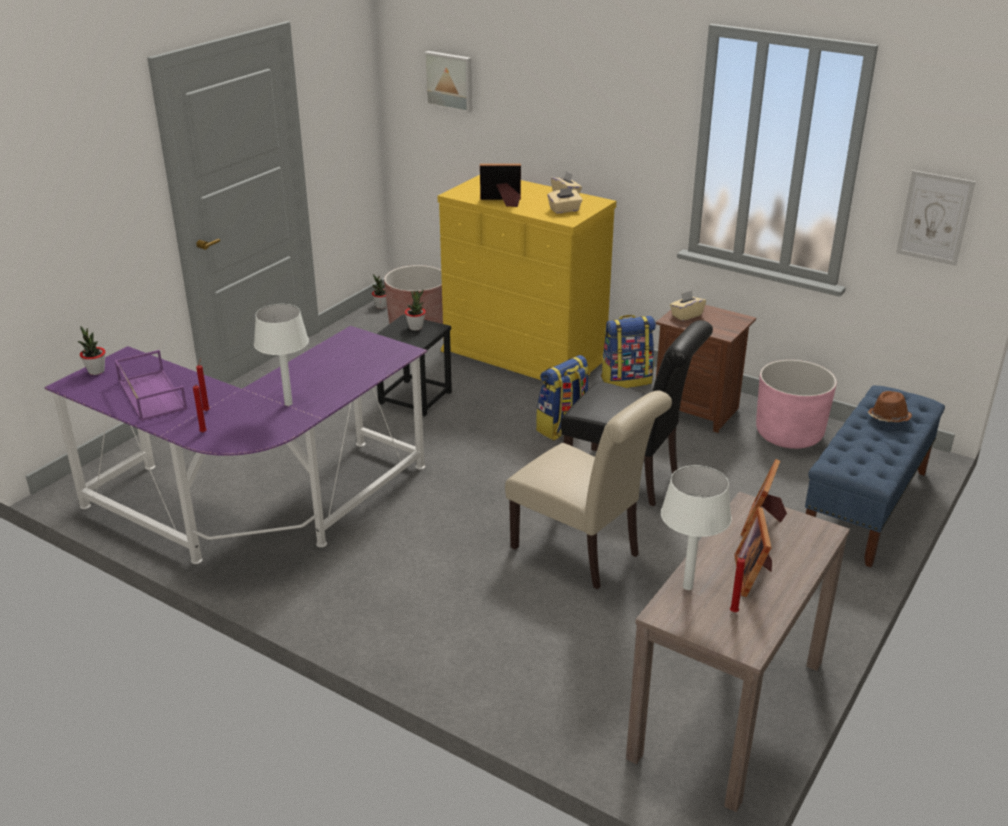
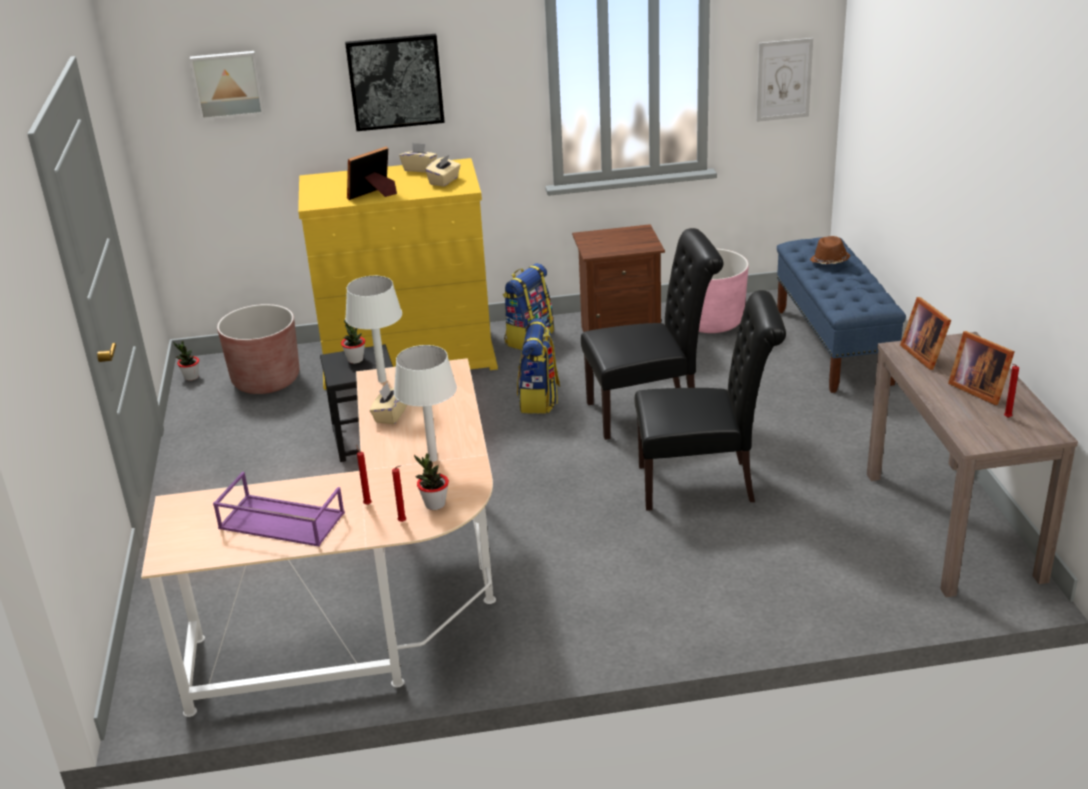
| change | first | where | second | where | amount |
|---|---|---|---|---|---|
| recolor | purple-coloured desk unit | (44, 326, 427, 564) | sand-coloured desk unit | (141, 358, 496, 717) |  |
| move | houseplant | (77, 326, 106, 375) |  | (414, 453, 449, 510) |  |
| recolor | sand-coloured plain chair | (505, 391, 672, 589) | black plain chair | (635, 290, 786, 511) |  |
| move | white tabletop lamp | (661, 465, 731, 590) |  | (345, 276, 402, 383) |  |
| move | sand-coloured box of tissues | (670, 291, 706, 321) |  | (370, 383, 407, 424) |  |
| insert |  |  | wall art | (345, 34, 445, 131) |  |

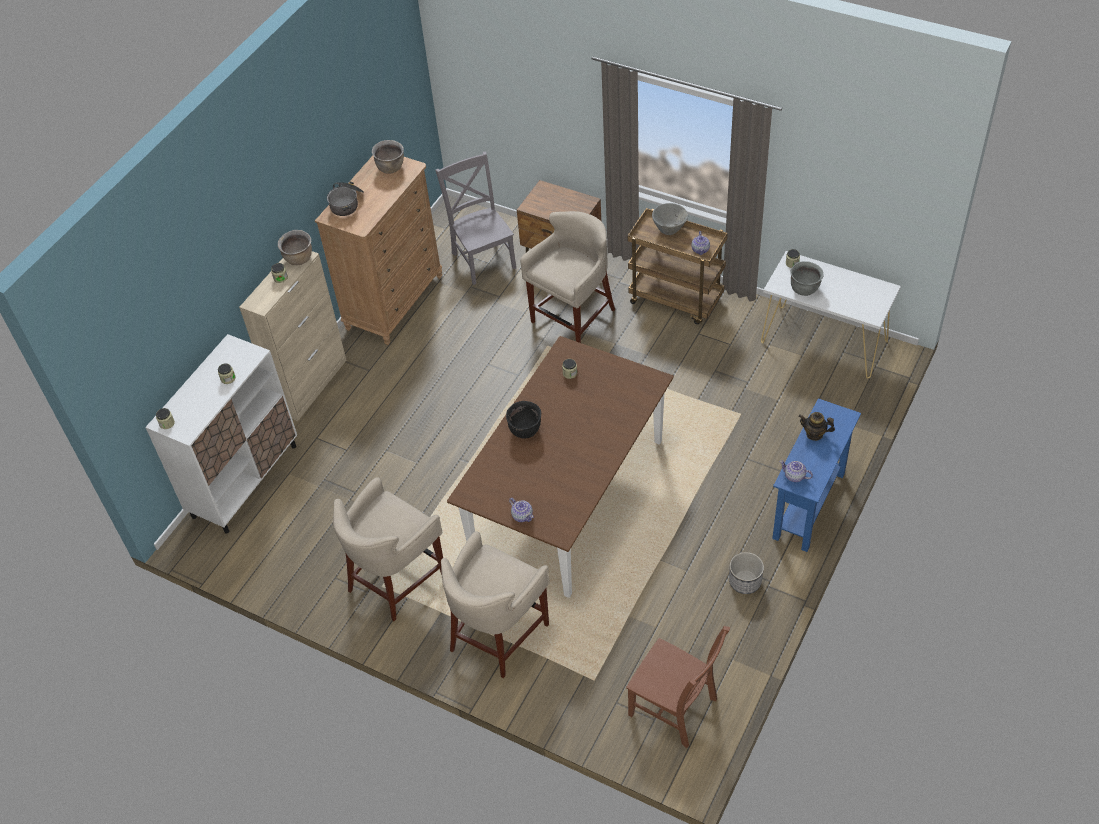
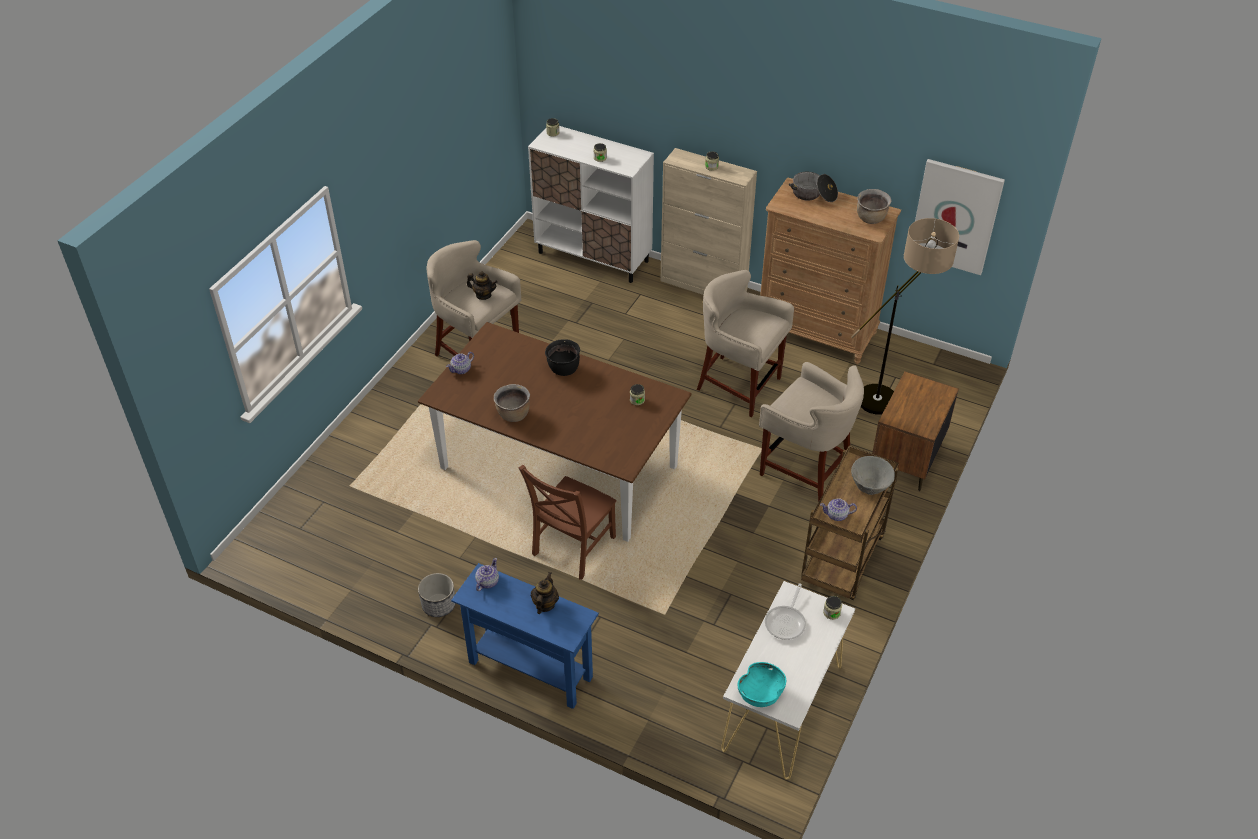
| change | first | where | second | where | amount |
|---|---|---|---|---|---|
| move | brownish stockpot | (278, 230, 312, 265) |  | (494, 384, 530, 422) |  |
| replace | greyish plain chair | (435, 151, 516, 285) | standing lamp | (851, 218, 959, 415) |  |
| move | sand-coloured stool seat | (441, 531, 550, 678) |  | (697, 270, 794, 417) |  |
| move | brownish plain chair | (626, 626, 730, 748) |  | (519, 465, 616, 580) |  |
| replace | greyish stockpot | (791, 261, 823, 296) | frying pan | (765, 583, 806, 640) |  |
| insert |  |  | teapot | (467, 271, 498, 300) |  |
| insert |  |  | blue-green deep dish | (738, 662, 786, 707) |  |
| insert |  |  | wall art | (915, 159, 1005, 275) |  |

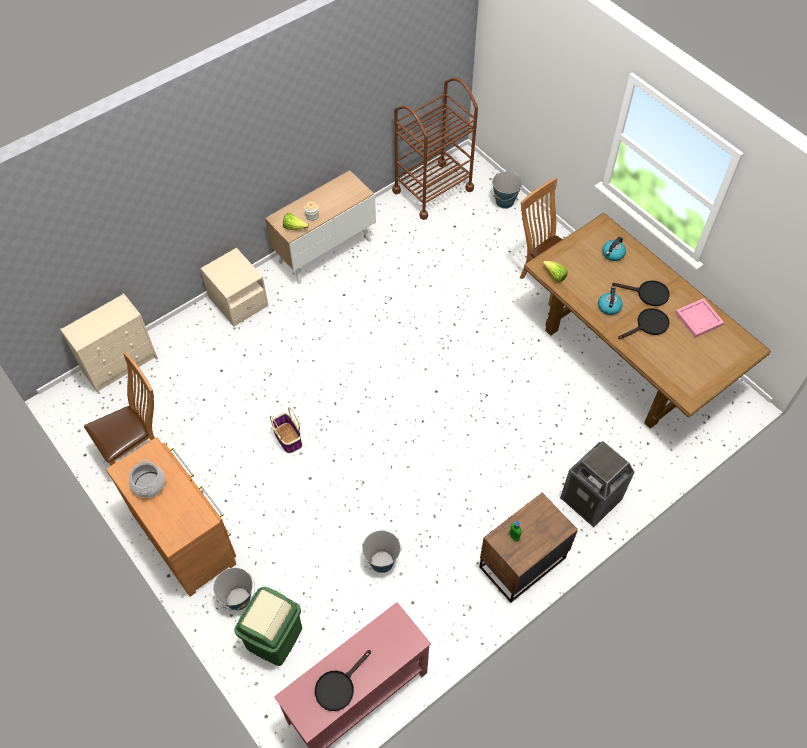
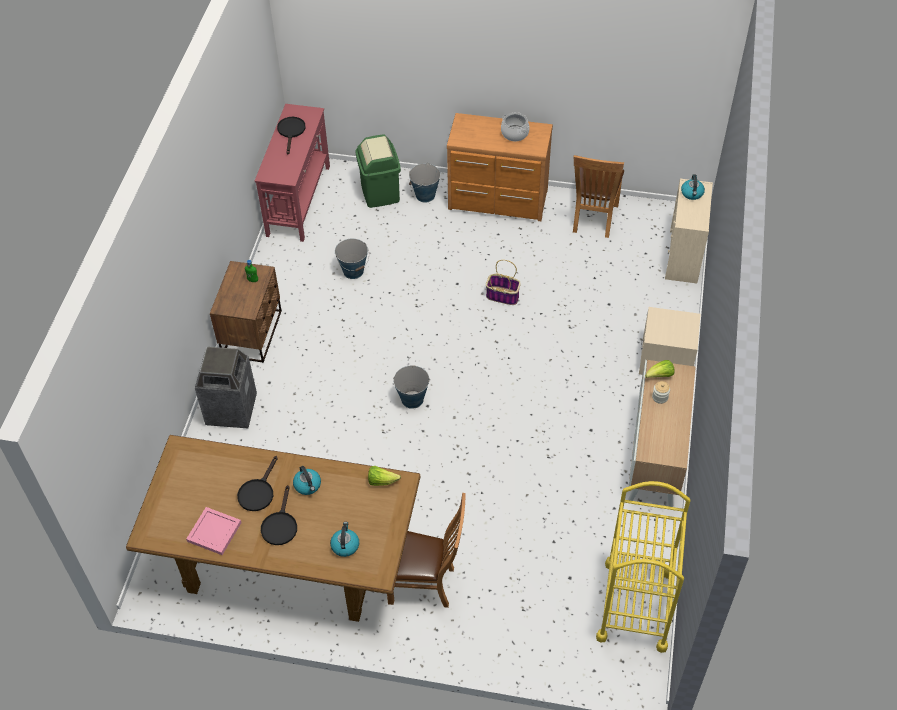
| change | first | where | second | where | amount |
|---|---|---|---|---|---|
| recolor | brownish wheeled cart | (392, 77, 478, 220) | yellow wheeled cart | (596, 481, 690, 653) |  |
| move | water bucket | (491, 171, 522, 209) |  | (393, 365, 430, 409) |  |
| rotate | black frying pan | (612, 280, 670, 306) |  | (261, 485, 297, 545) | 60 degrees counterclockwise |
| insert |  |  | kettle | (681, 174, 705, 200) |  |

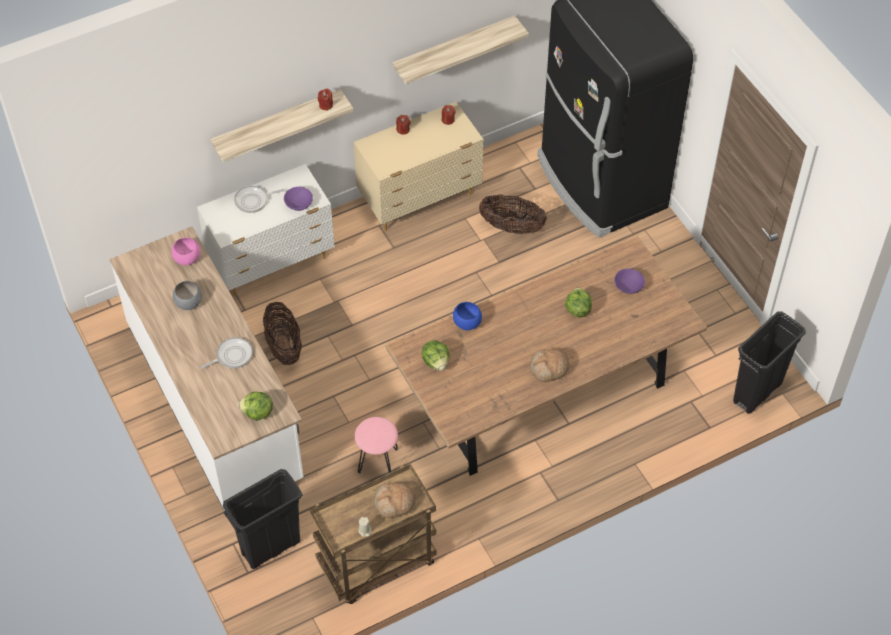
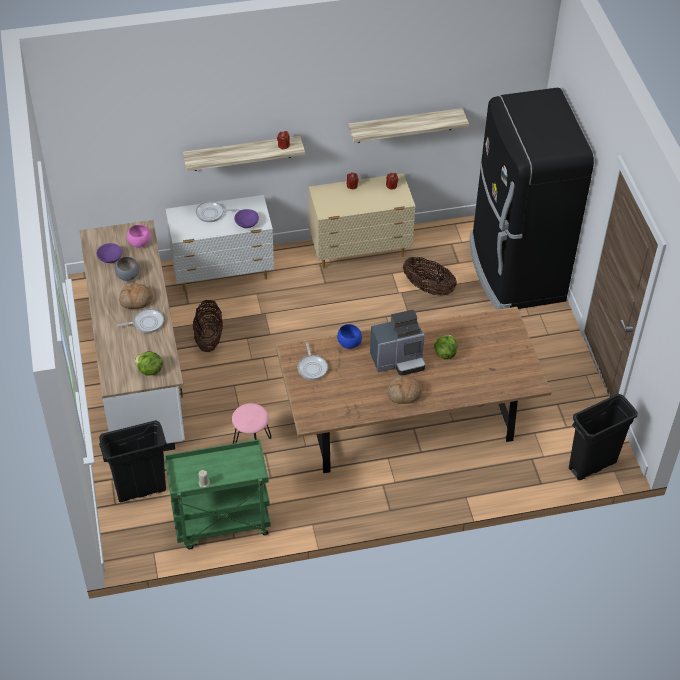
| change | first | where | second | where | amount |
|---|---|---|---|---|---|
| recolor | brownish wheeled cart | (309, 463, 437, 604) | green wheeled cart | (164, 439, 271, 549) |  |
| move | baked bread | (374, 483, 416, 518) |  | (119, 282, 153, 309) |  |
| replace | head of lettuce | (422, 340, 450, 371) | frying pan | (297, 342, 328, 380) |  |
| move | purple-coloured deep dish | (614, 268, 645, 294) |  | (97, 243, 122, 263) |  |
| insert |  |  | coffee brewer | (370, 310, 425, 376) |  |

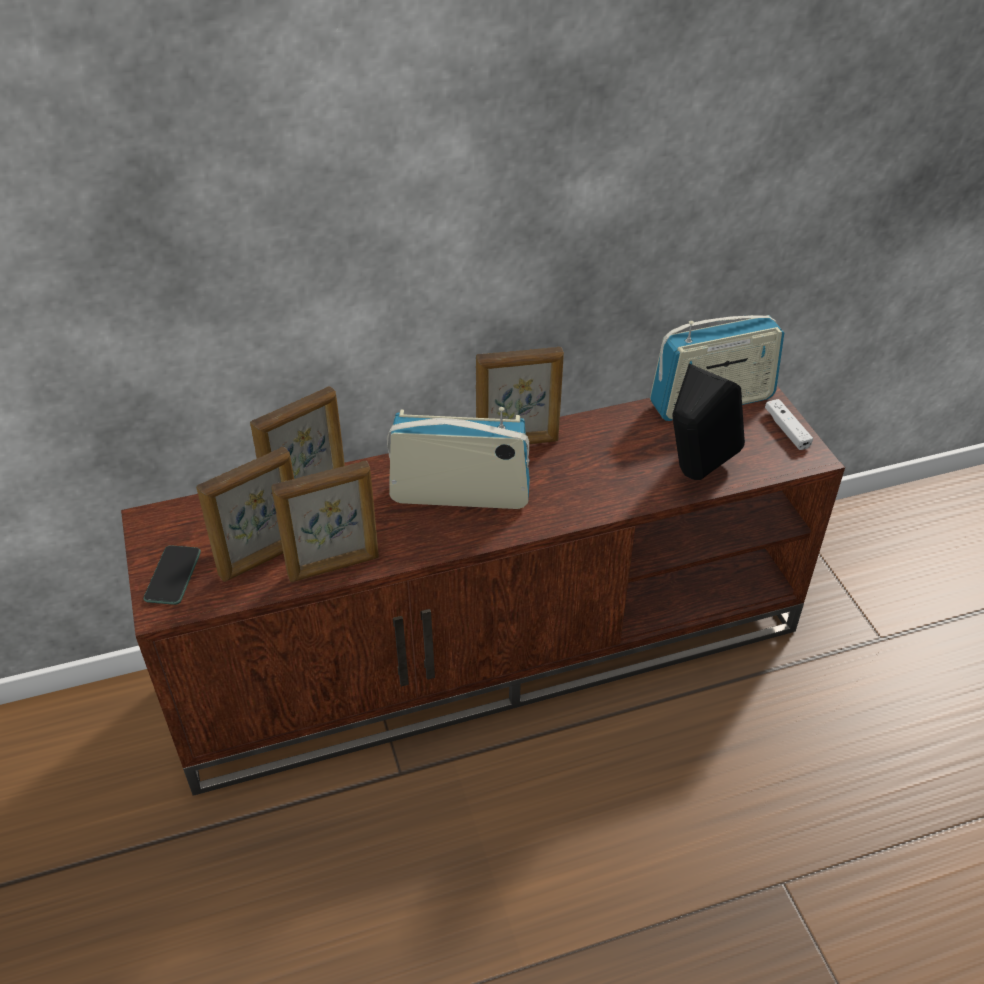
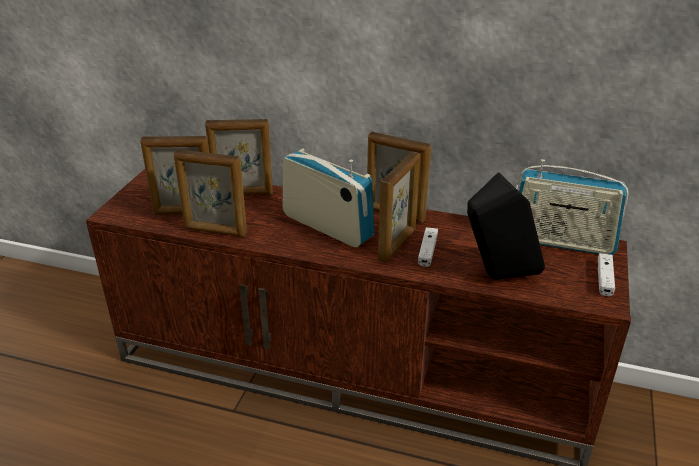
| change | first | where | second | where | amount |
|---|---|---|---|---|---|
| delete | phone | (143, 545, 201, 605) |  |  |  |
| insert |  |  | photo frame | (378, 152, 420, 262) |  |
| insert |  |  | white game controller | (418, 227, 438, 267) |  |

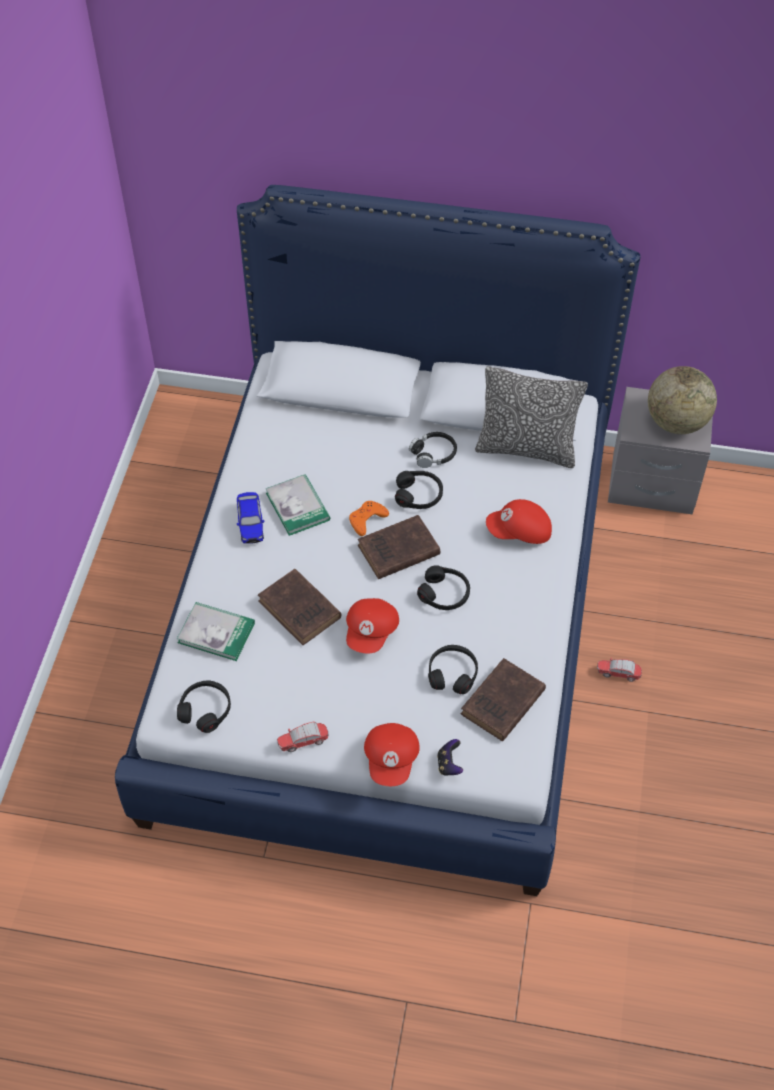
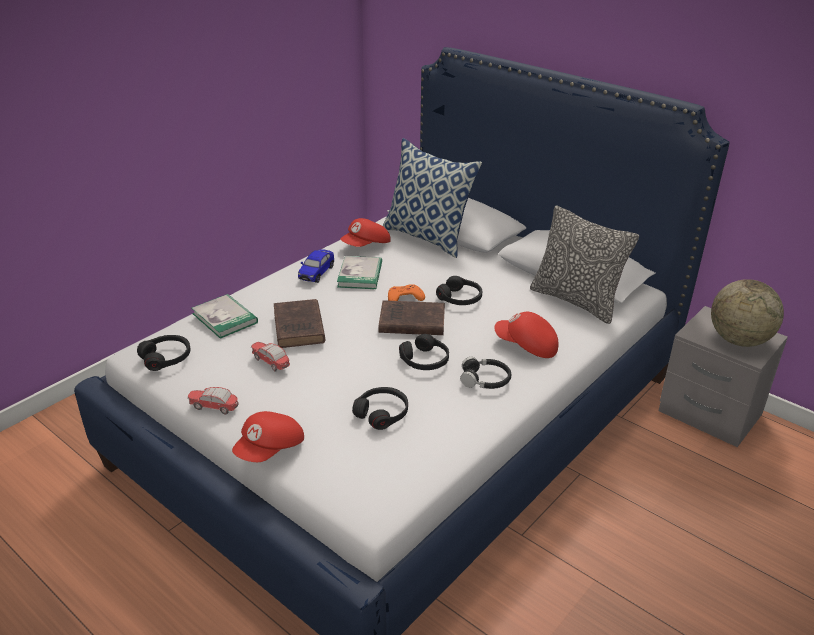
| change | first | where | second | where | amount |
|---|---|---|---|---|---|
| move | reddish peaked cap | (346, 598, 399, 653) |  | (340, 218, 391, 247) |  |
| move | black pair of headphones | (409, 432, 457, 468) |  | (460, 357, 511, 389) |  |
| delete | game controller | (437, 739, 463, 776) |  |  |  |
| delete | brownish book | (461, 658, 546, 741) |  |  |  |
| move | miniature car | (597, 658, 642, 682) |  | (251, 342, 290, 372) |  |
| insert |  |  | pillow | (383, 138, 482, 258) |  |

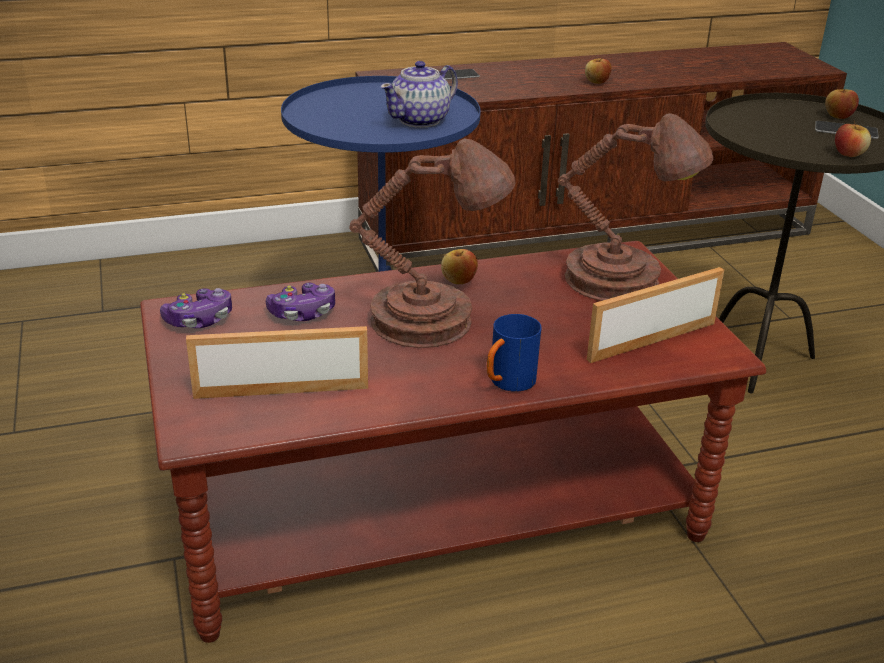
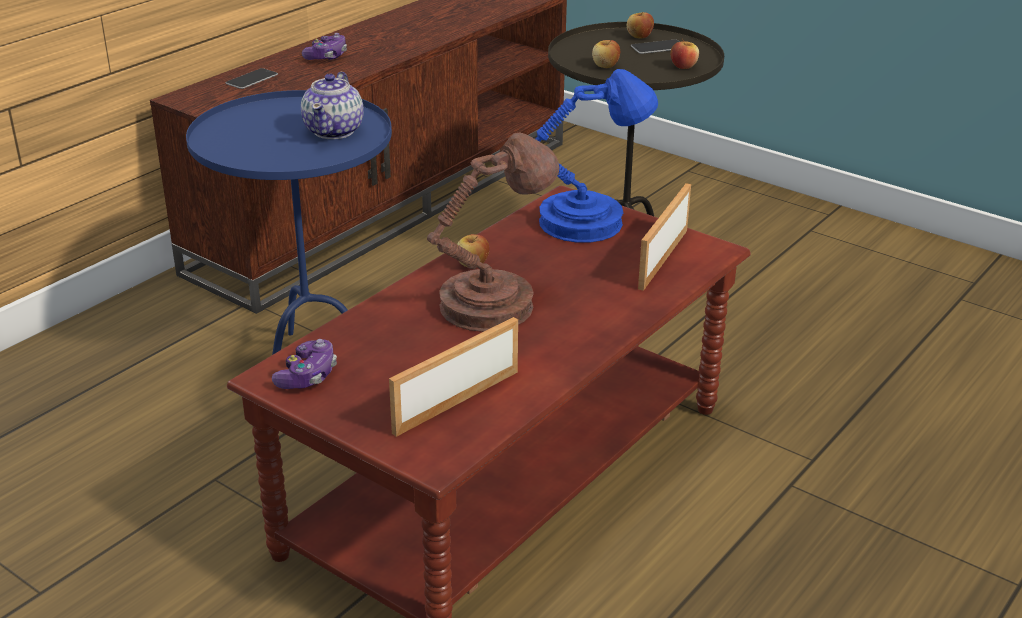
| change | first | where | second | where | amount |
|---|---|---|---|---|---|
| move | game controller | (266, 283, 335, 321) |  | (302, 33, 347, 60) |  |
| delete | blue-coloured tea mug | (487, 314, 542, 392) |  |  |  |
| recolor | brownish tabletop lamp | (558, 113, 713, 301) | blue-coloured tabletop lamp | (536, 69, 658, 243) |  |
| move | apple | (585, 58, 612, 84) |  | (592, 40, 620, 68) |  |

